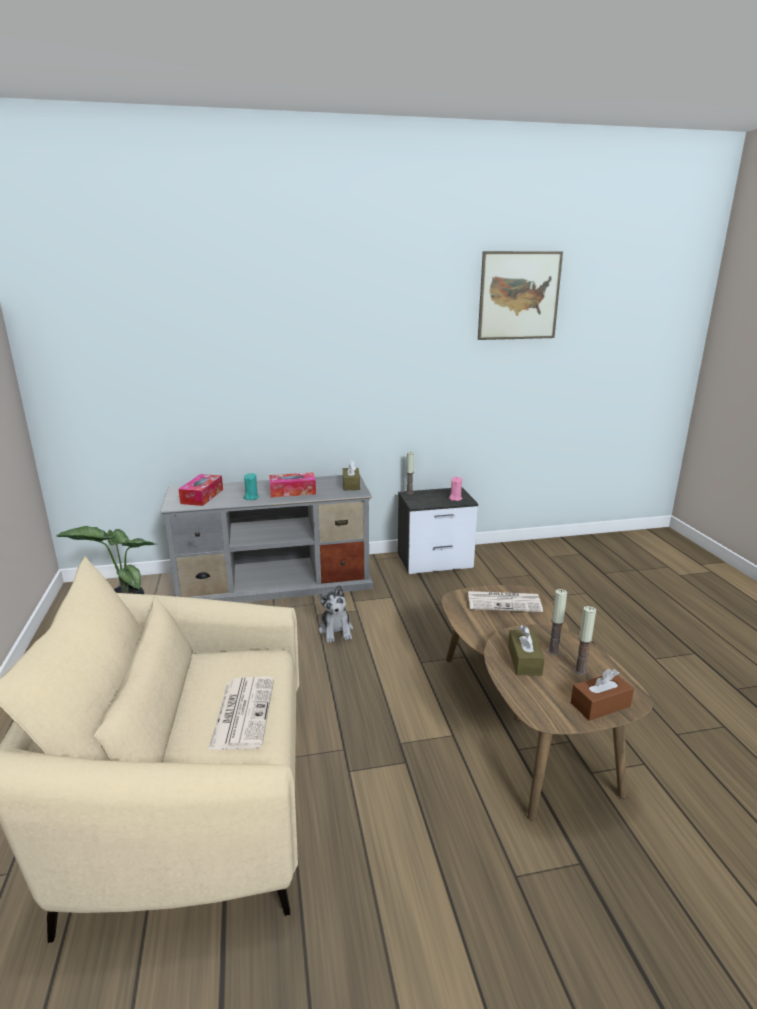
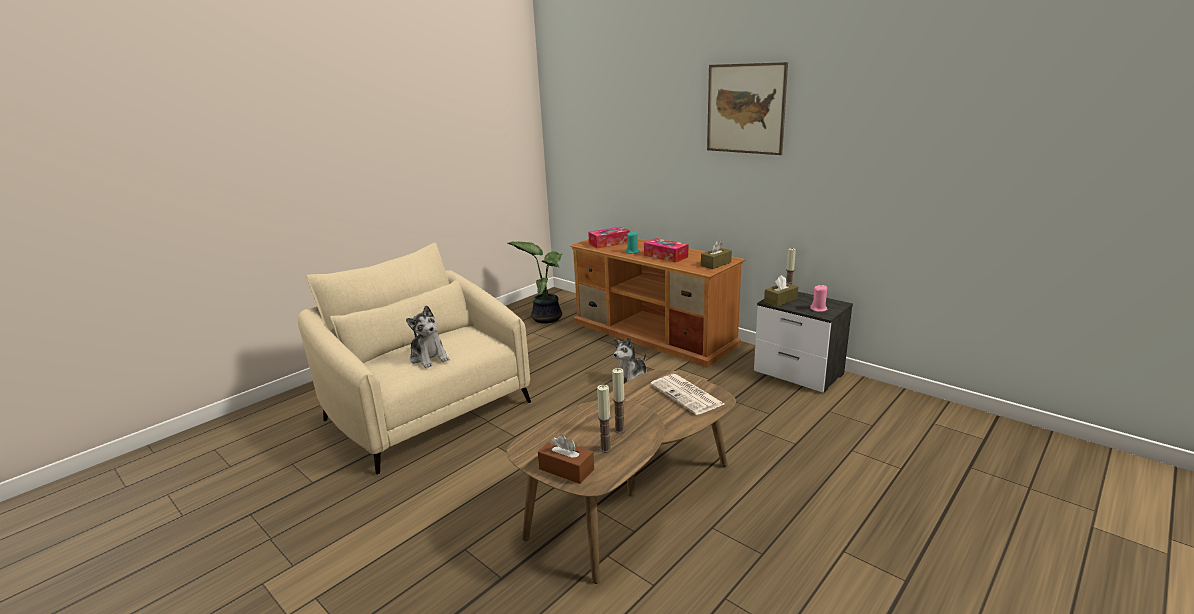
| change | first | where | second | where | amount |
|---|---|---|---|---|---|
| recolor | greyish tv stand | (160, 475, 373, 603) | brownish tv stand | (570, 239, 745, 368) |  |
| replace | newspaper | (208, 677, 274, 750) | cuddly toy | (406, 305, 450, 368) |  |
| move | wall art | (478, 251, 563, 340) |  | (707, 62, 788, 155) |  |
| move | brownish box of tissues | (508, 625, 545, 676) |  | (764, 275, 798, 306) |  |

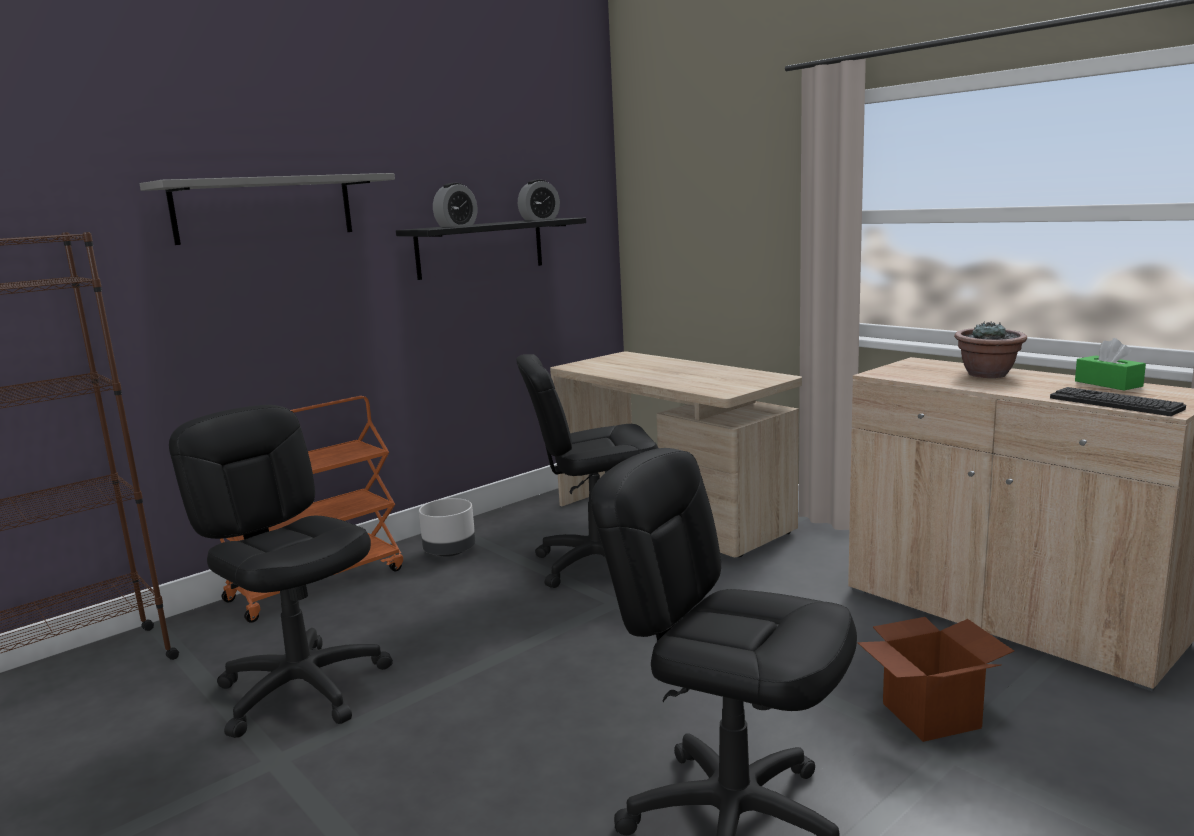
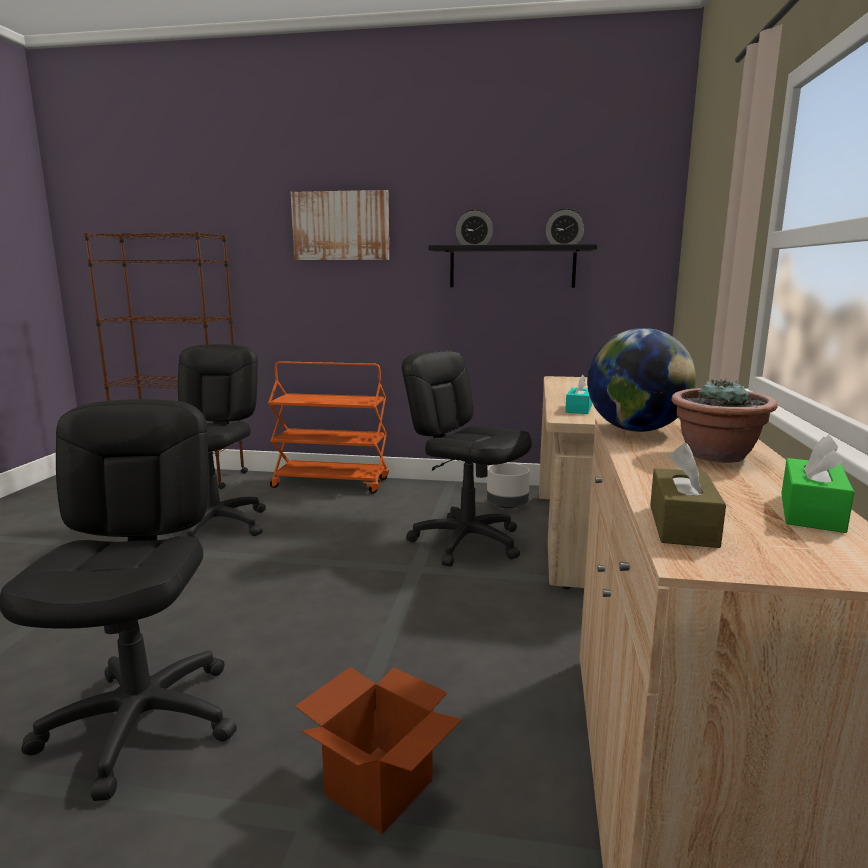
| change | first | where | second | where | amount |
|---|---|---|---|---|---|
| replace | greyish wall shelf | (140, 173, 395, 245) | wall art | (291, 190, 390, 260) |  |
| move | greyish flower pot | (419, 498, 476, 557) |  | (487, 463, 530, 508) |  |
| replace | computer keyboard | (1050, 387, 1186, 416) | brownish box of tissues | (650, 443, 726, 548) |  |
| insert |  |  | blue-green box of tissues | (565, 375, 592, 414) |  |
| insert |  |  | desk globe | (587, 328, 696, 432) |  |

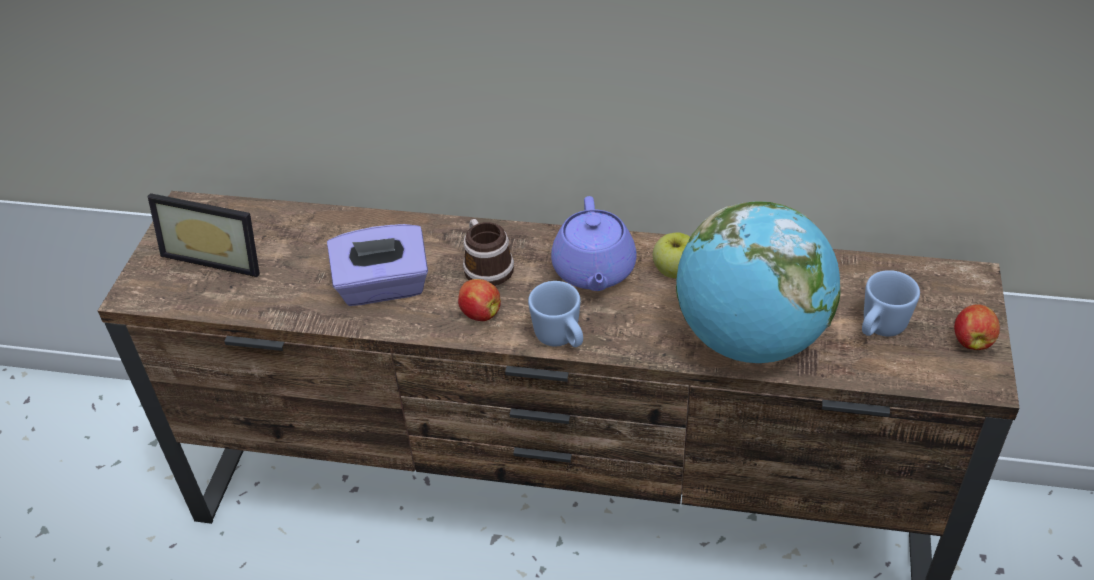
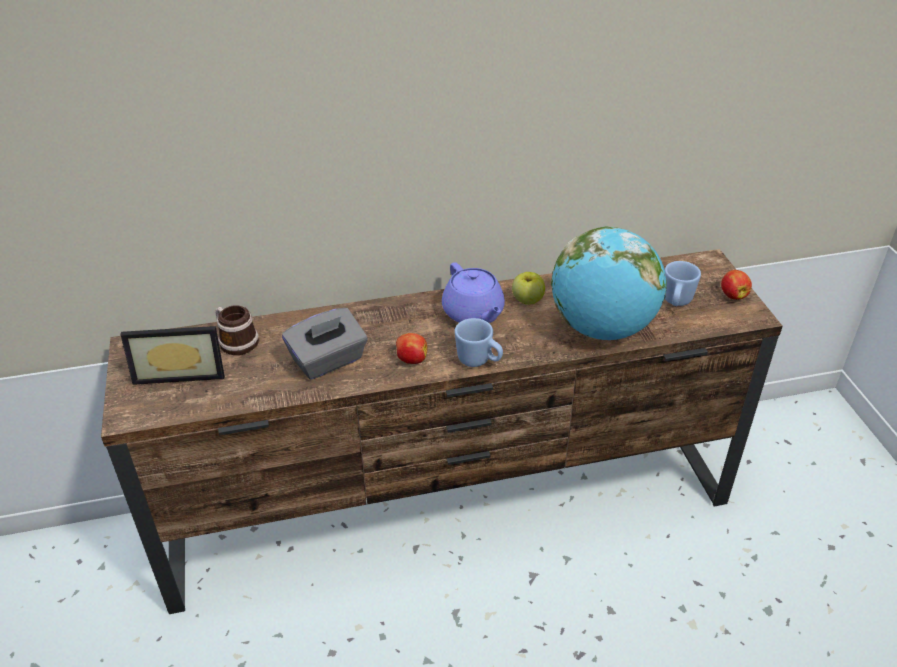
| change | first | where | second | where | amount |
|---|---|---|---|---|---|
| recolor | purple-coloured box of tissues | (327, 224, 428, 306) | greyish box of tissues | (282, 308, 368, 380) |  |
| move | tea mug | (463, 219, 514, 286) |  | (215, 305, 259, 355) |  |

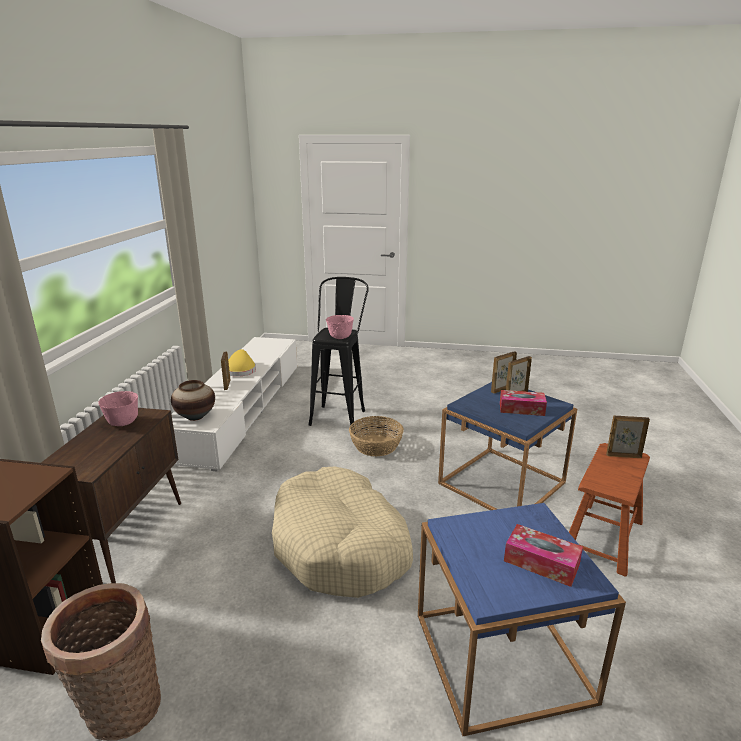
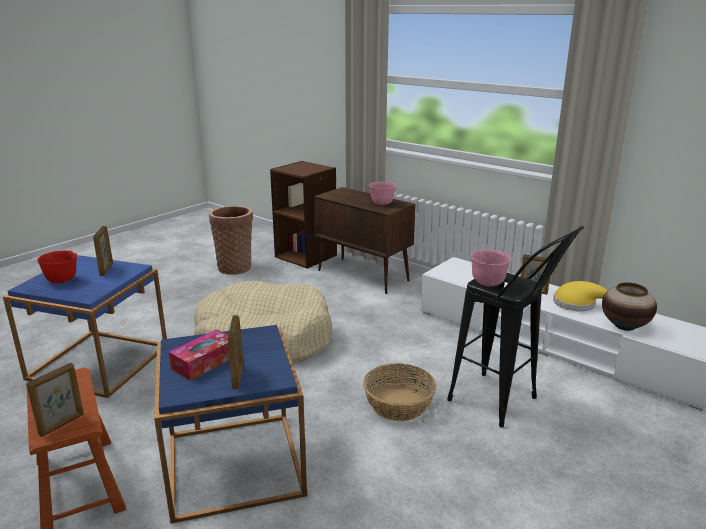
| change | first | where | second | where | amount |
|---|---|---|---|---|---|
| move | flower vase | (171, 380, 215, 421) |  | (602, 282, 657, 331) |  |
| move | photo frame | (491, 351, 517, 394) |  | (93, 226, 113, 276) |  |
| replace | box of tissues | (504, 524, 583, 587) | reddish deep dish | (37, 250, 77, 283) |  |

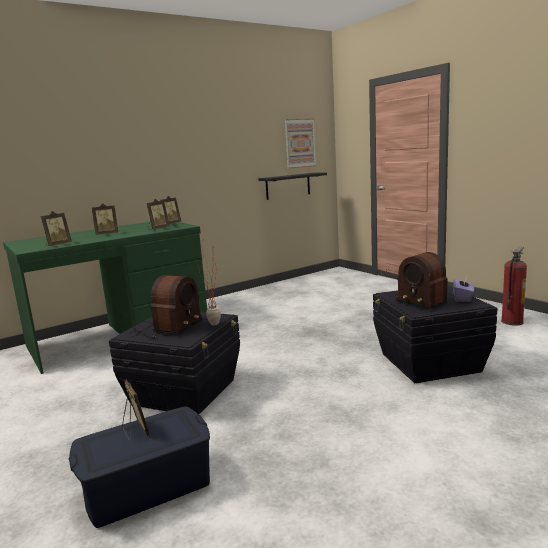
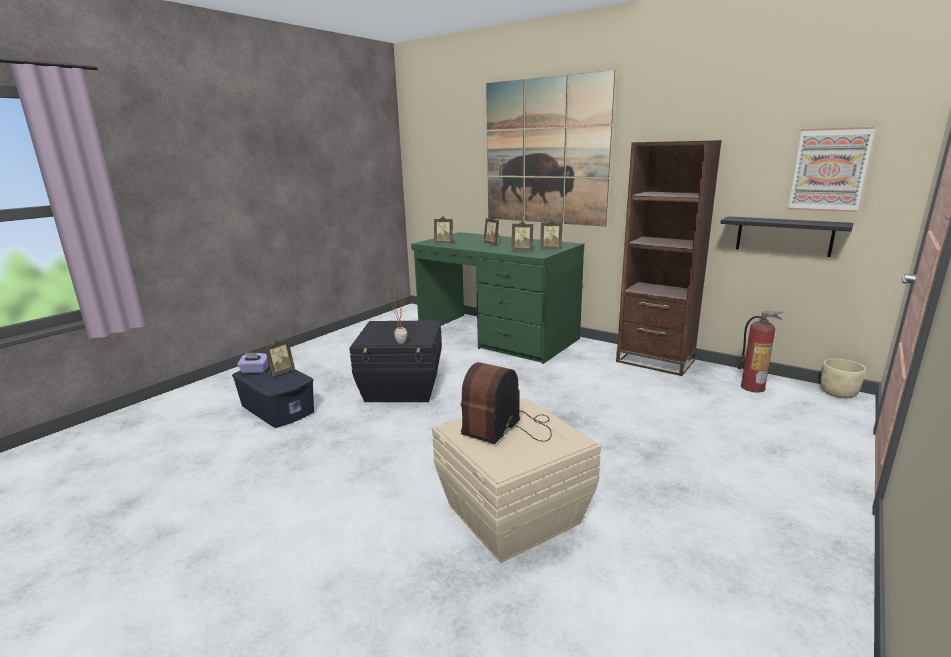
| change | first | where | second | where | amount |
|---|---|---|---|---|---|
| delete | radio receiver | (129, 275, 203, 339) |  |  |  |
| recolor | black storage container | (373, 285, 497, 383) | sand-coloured storage container | (432, 398, 601, 563) |  |
| move | purple-coloured box of tissues | (453, 277, 474, 302) |  | (237, 353, 269, 373) |  |
| move | fire-fighting cylinder | (501, 247, 527, 326) |  | (738, 311, 784, 393) |  |
| insert |  |  | wall art | (486, 70, 615, 227) |  |
| insert |  |  | brownish shelving unit | (616, 140, 722, 376) |  |
| insert |  |  | sand-coloured flower pot | (821, 359, 866, 398) |  |

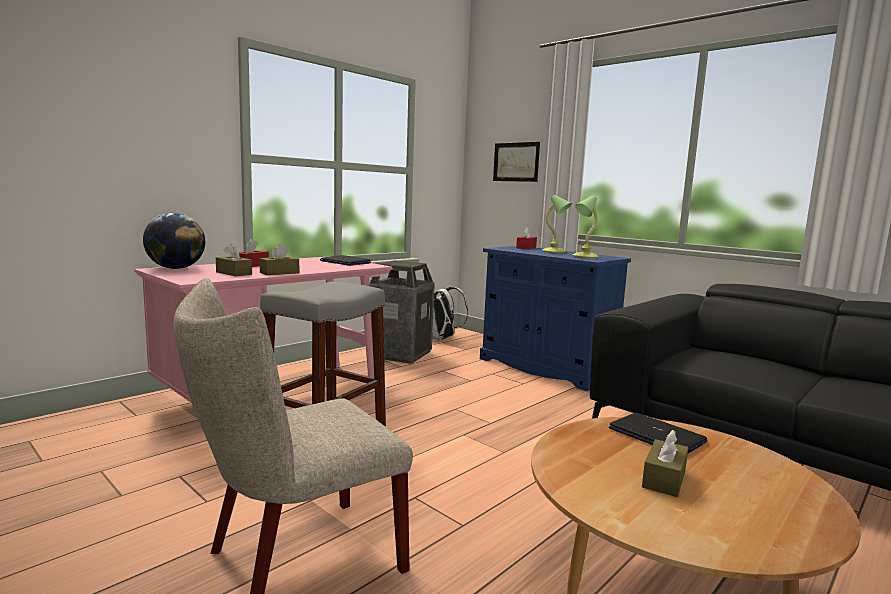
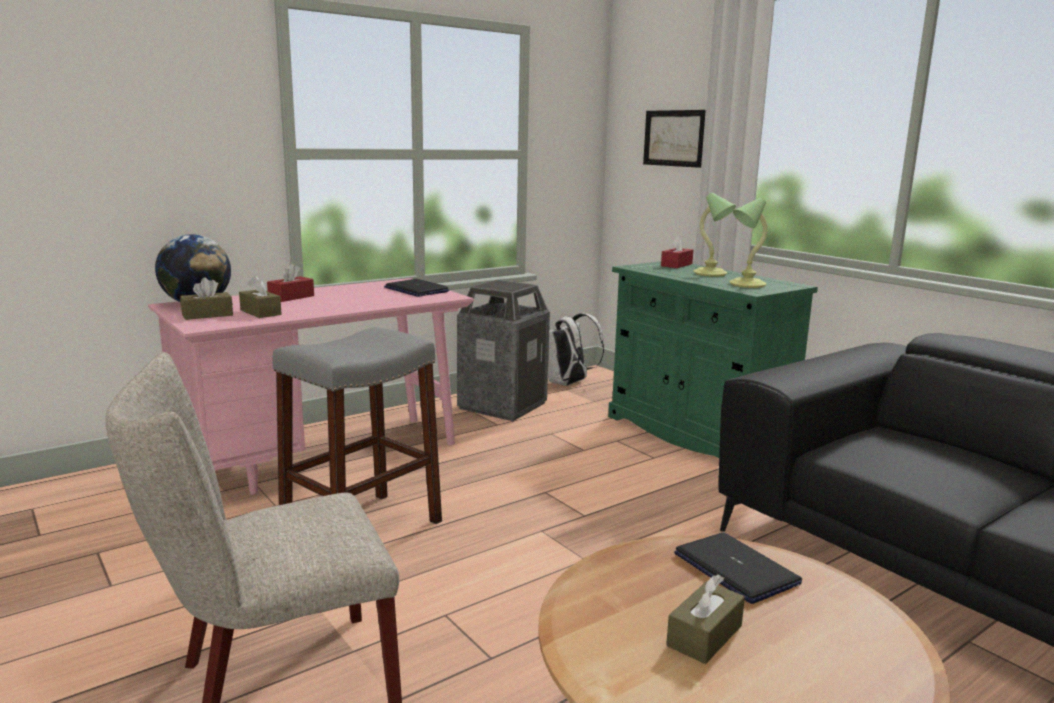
| change | first | where | second | where | amount |
|---|---|---|---|---|---|
| move | brownish box of tissues | (259, 244, 299, 275) |  | (180, 277, 233, 320) |  |
| recolor | blue-coloured cupboard | (480, 246, 631, 391) | green cupboard | (608, 261, 818, 458) |  |

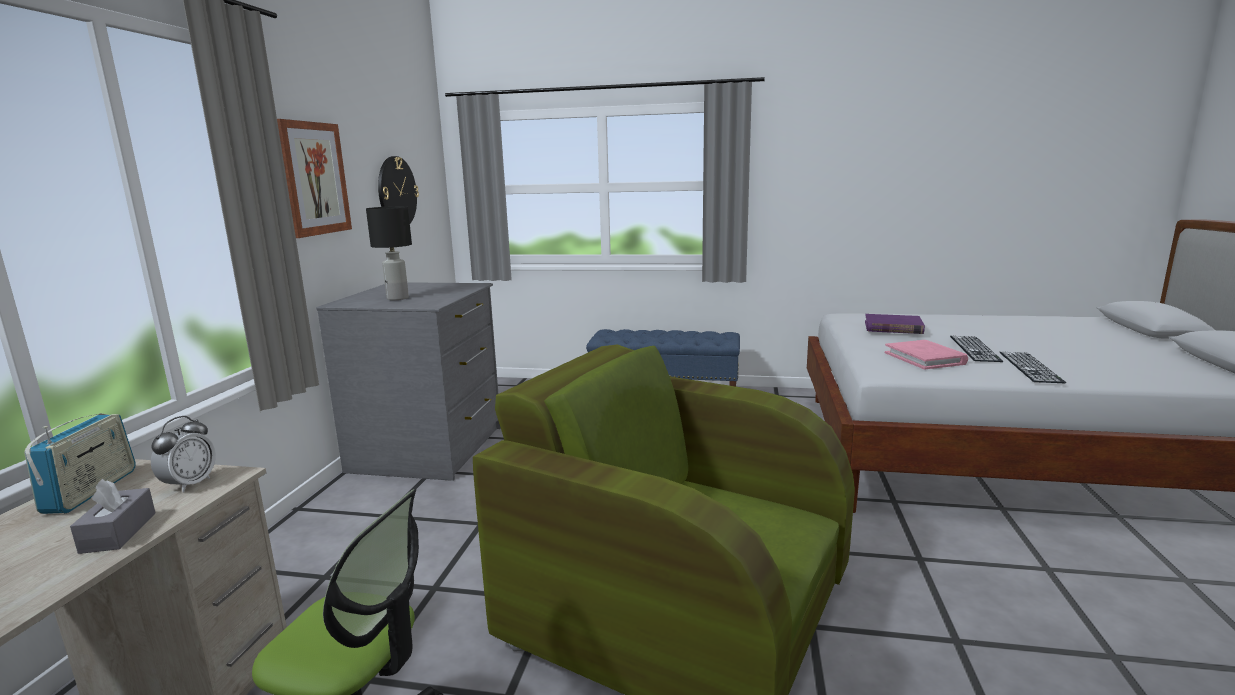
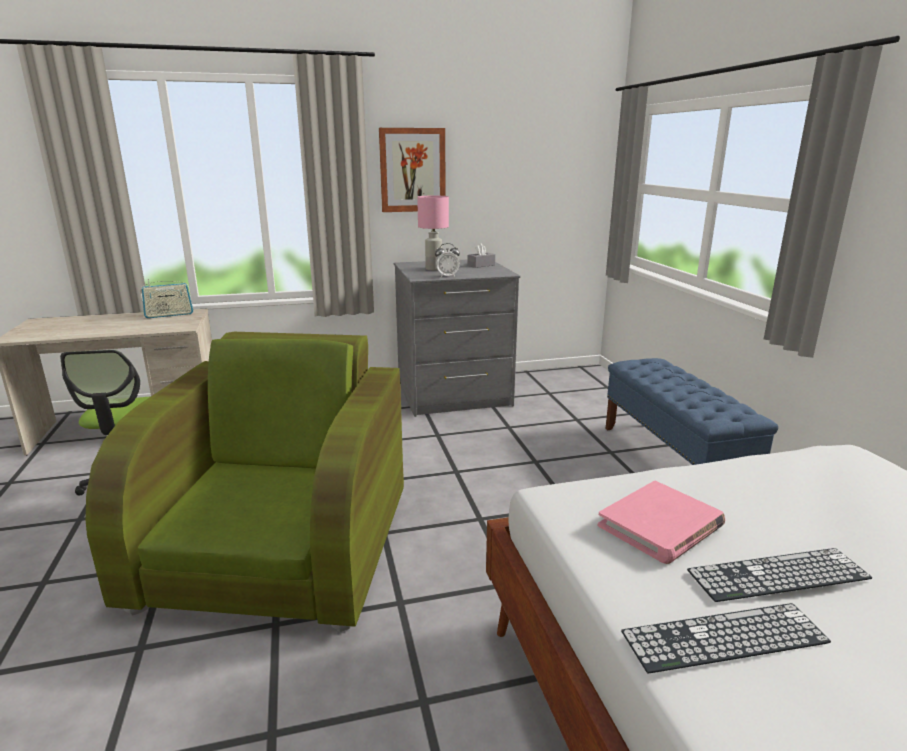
| change | first | where | second | where | amount |
|---|---|---|---|---|---|
| move | greyish box of tissues | (70, 479, 155, 554) |  | (467, 244, 495, 268) |  |
| move | bedside clock | (151, 416, 216, 492) |  | (435, 243, 460, 278) |  |
| recolor | black tabletop lamp | (366, 206, 412, 300) | pink tabletop lamp | (417, 195, 449, 271) |  |
| delete | clock on the wall | (378, 156, 419, 223) |  |  |  |
| delete | purple-coloured book | (865, 314, 925, 334) |  |  |  |

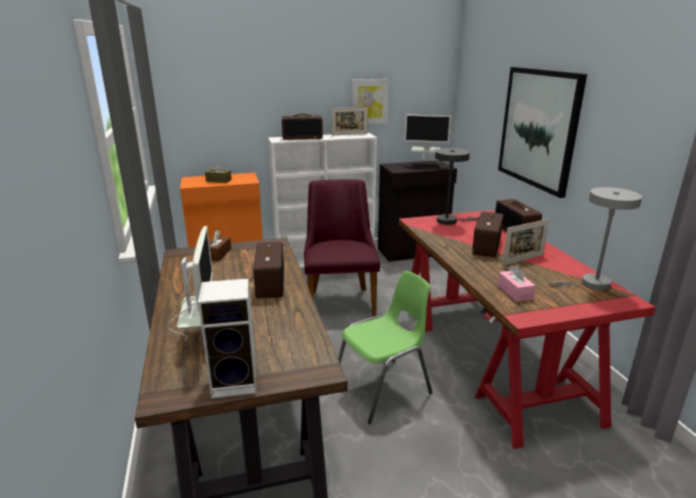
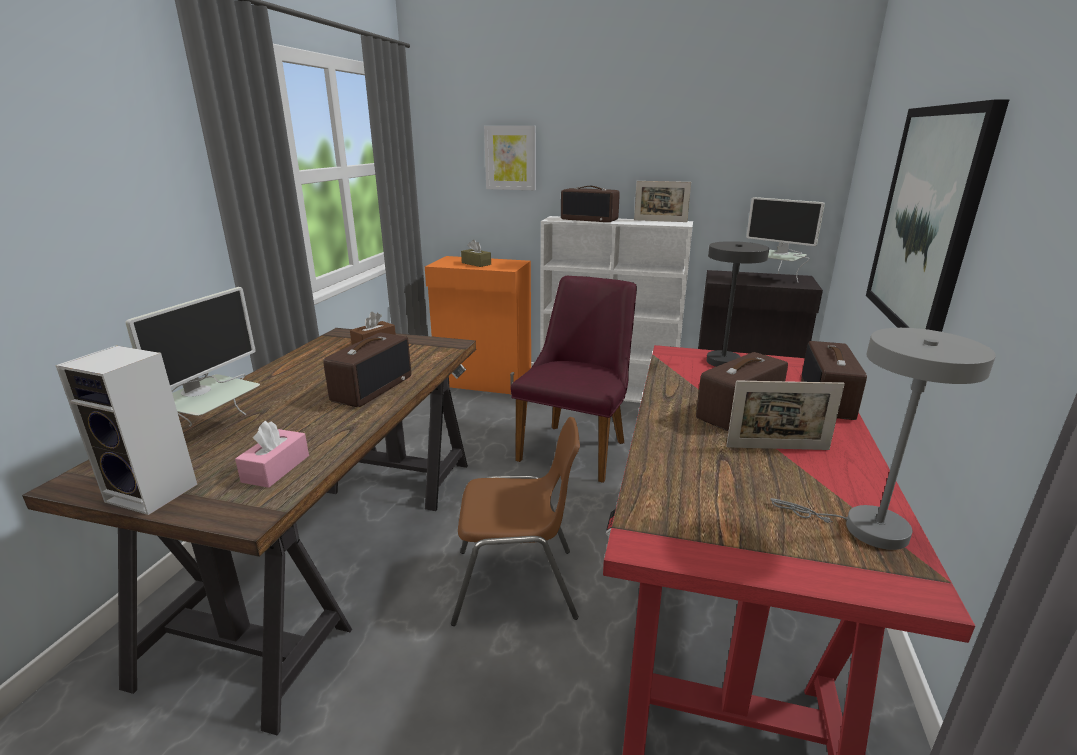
| change | first | where | second | where | amount |
|---|---|---|---|---|---|
| recolor | green plain chair | (338, 271, 432, 424) | brownish plain chair | (451, 417, 580, 626) |  |
| move | wall art | (352, 79, 389, 124) |  | (484, 126, 536, 190) |  |
| move | pink box of tissues | (498, 264, 536, 302) |  | (235, 421, 309, 488) |  |

